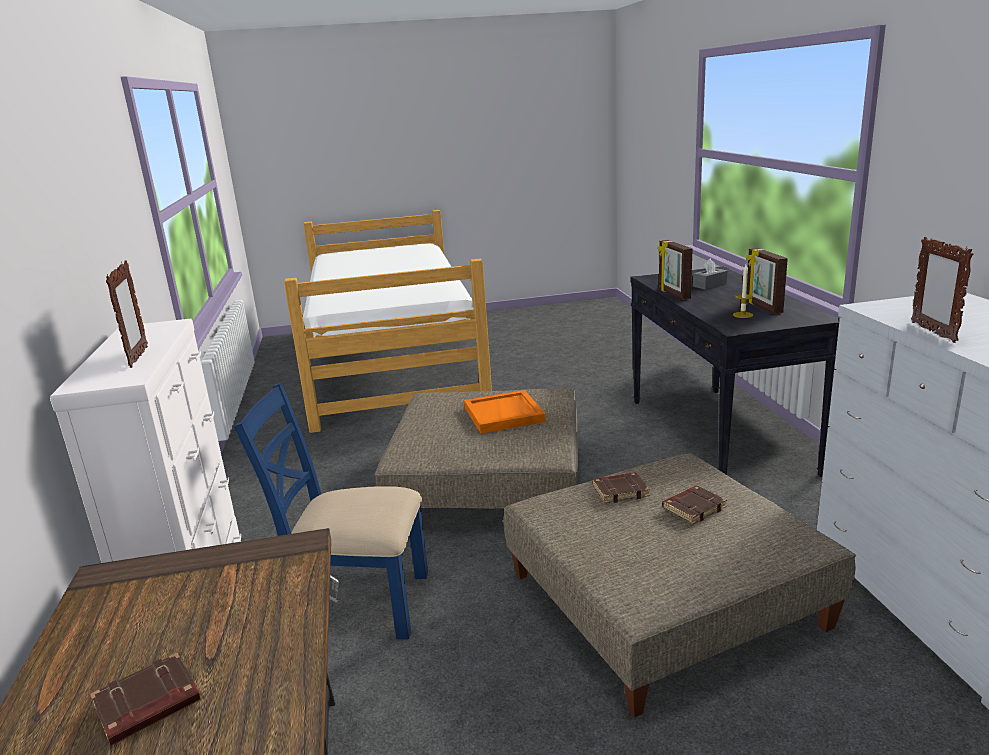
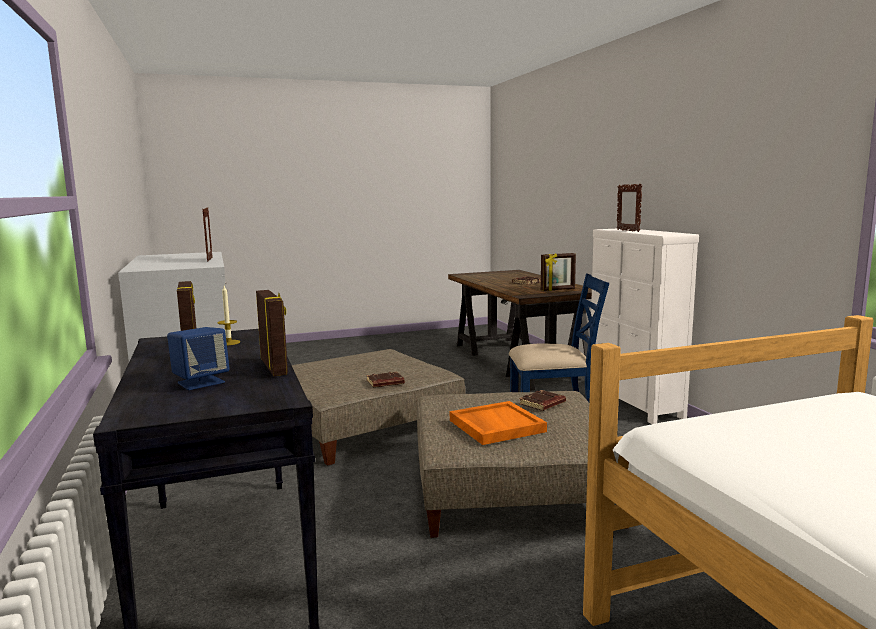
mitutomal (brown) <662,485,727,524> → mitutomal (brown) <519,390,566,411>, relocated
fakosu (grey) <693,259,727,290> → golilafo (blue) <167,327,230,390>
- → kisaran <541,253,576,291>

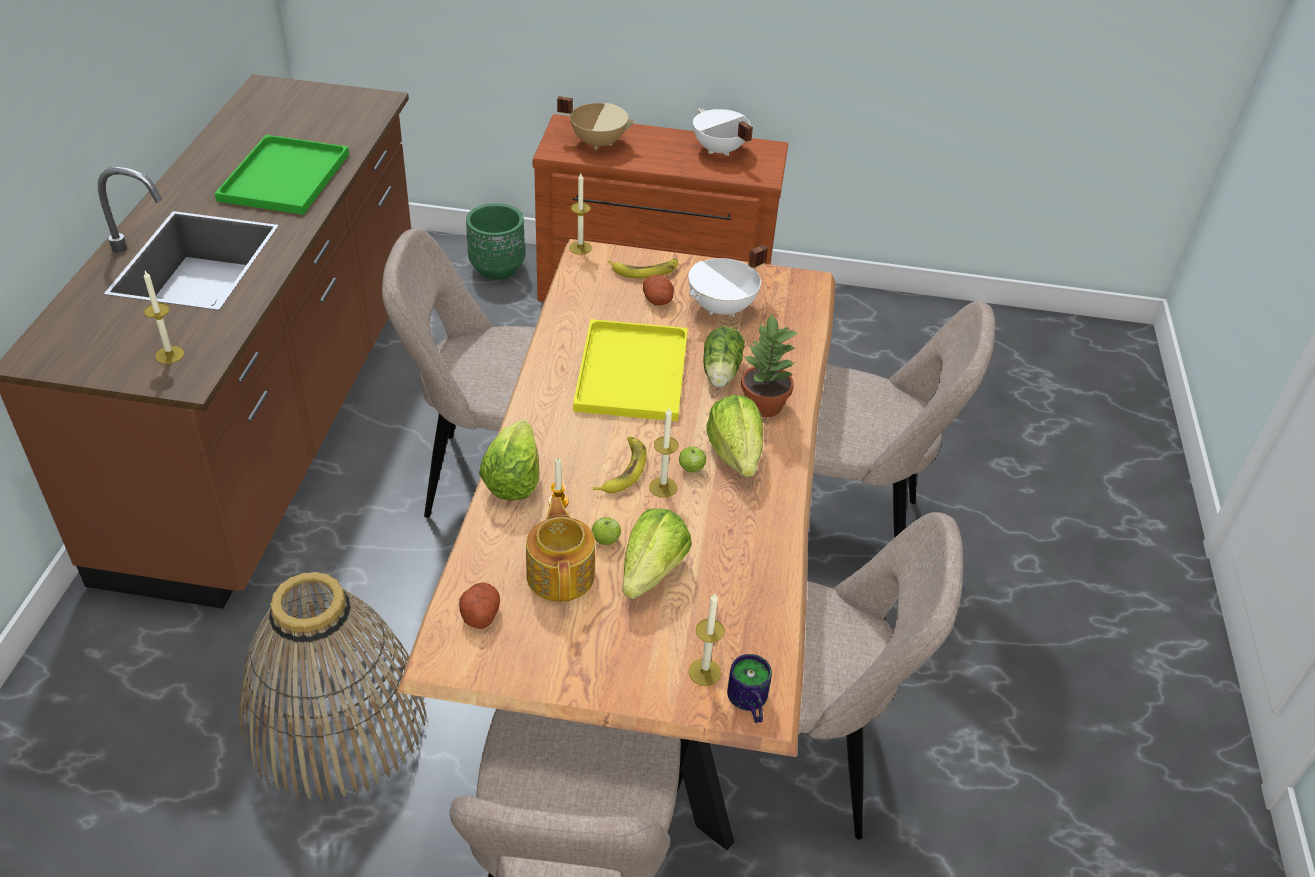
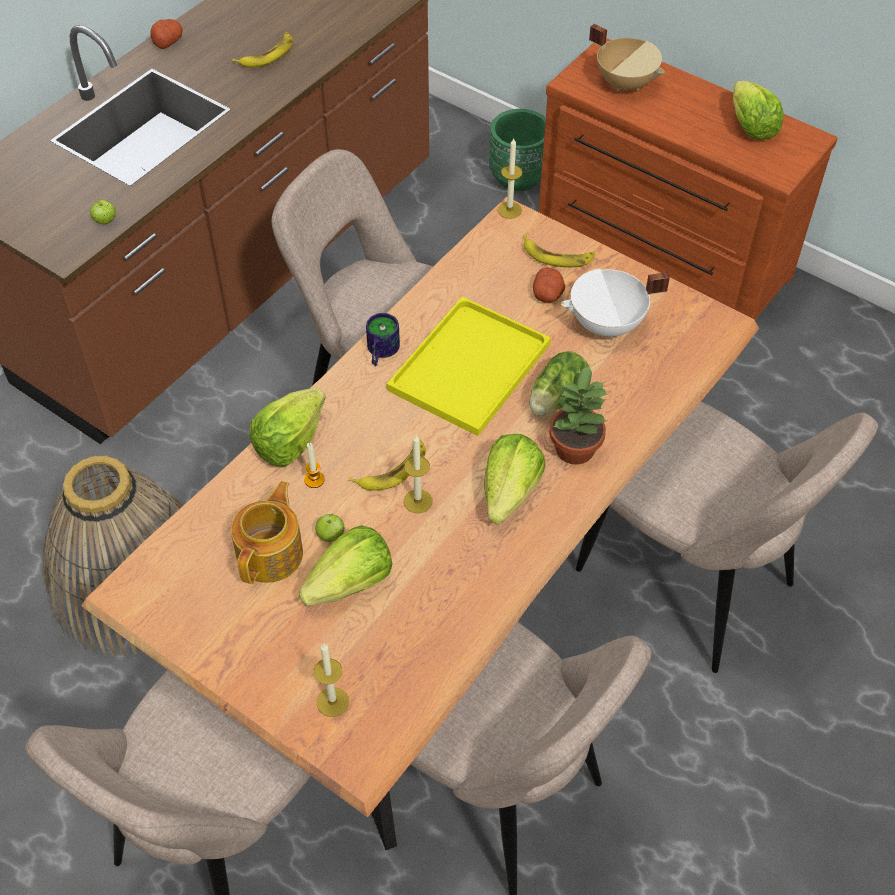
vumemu <144,271,184,364> → -
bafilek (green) <215,135,349,215> → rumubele <232,32,293,68>
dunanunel <459,582,500,629> → dunanunel <150,19,183,49>, relocated
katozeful <679,446,706,472> → katozeful <90,200,116,224>, relocated
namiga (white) <693,108,753,156> → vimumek <733,80,784,140>
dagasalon <727,654,772,723> → dagasalon <366,313,400,366>, relocated

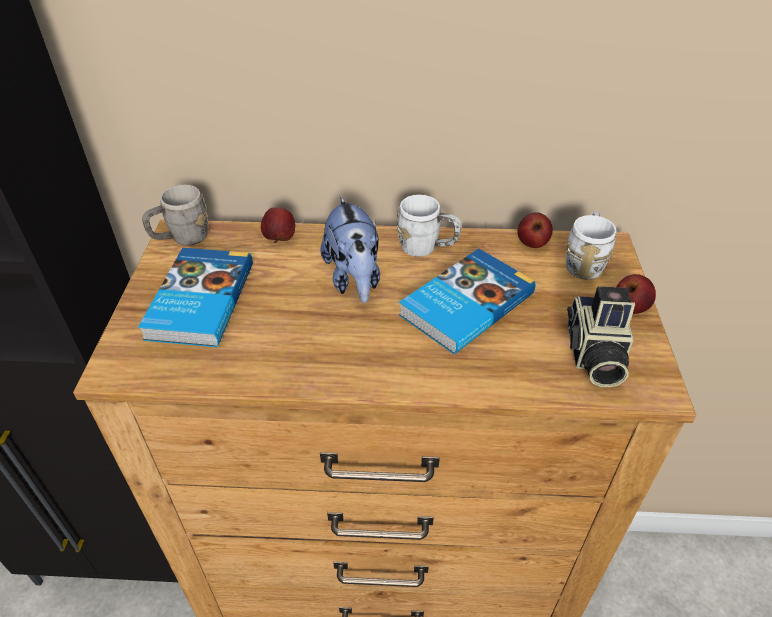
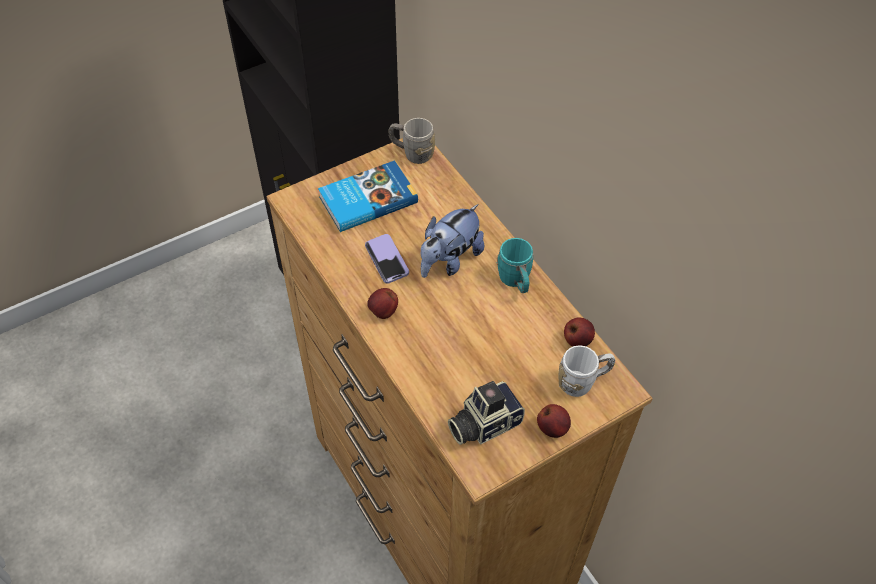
katozeful <261,207,295,243> → katozeful <367,288,398,319>, relocated
dagasalon (white) <397,195,461,257> → dagasalon (turquoise) <497,238,533,293>
mitutomal <399,248,535,354> → -
- → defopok <365,234,409,284>

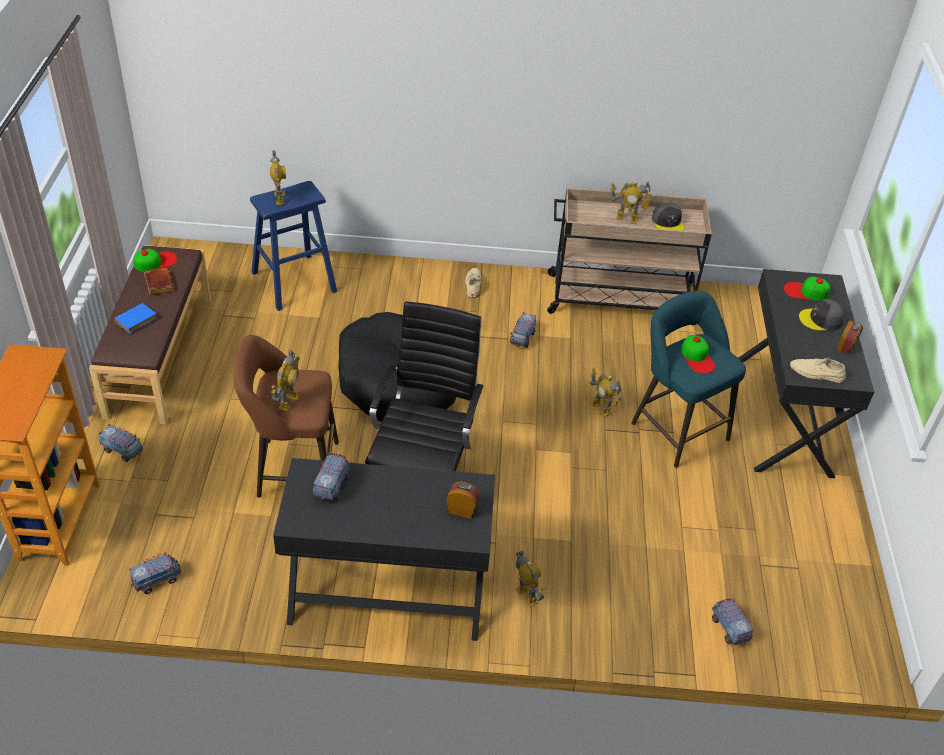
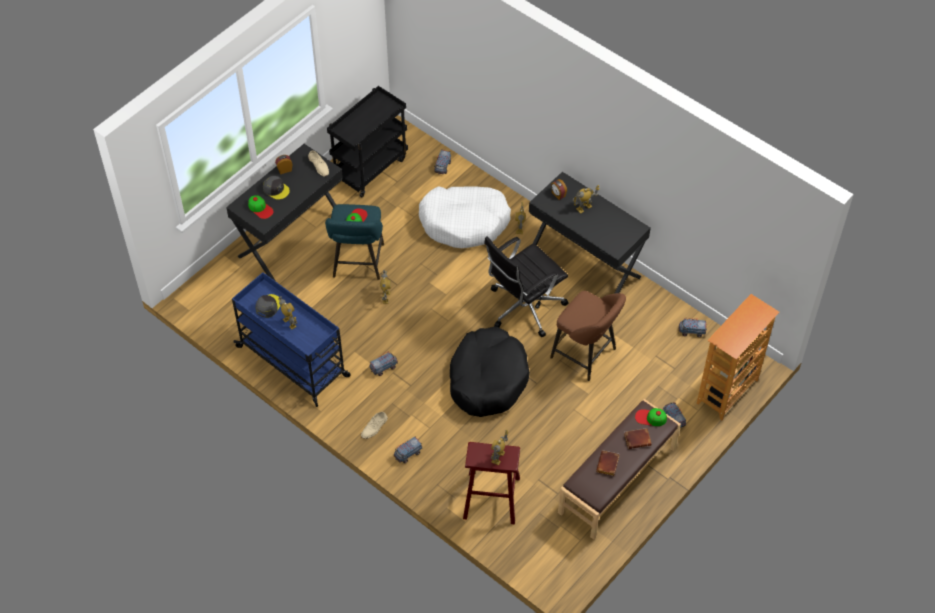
mitutomal (blue) <114,303,158,333> → mitutomal (brown) <624,428,651,449>
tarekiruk <133,249,177,272> → tarekiruk <635,408,667,426>, relocated
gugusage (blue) <250,181,337,311> → gugusage (red) <463,442,520,524>
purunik <271,350,300,412> → purunik <572,185,600,214>, relocated
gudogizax <313,452,350,501> → gudogizax <394,436,422,463>, relocated
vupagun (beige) <547,188,712,326> → vupagun (blue) <232,272,351,407>
- → vupagun (black) <327,86,408,198>
- → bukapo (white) <419,186,511,248>

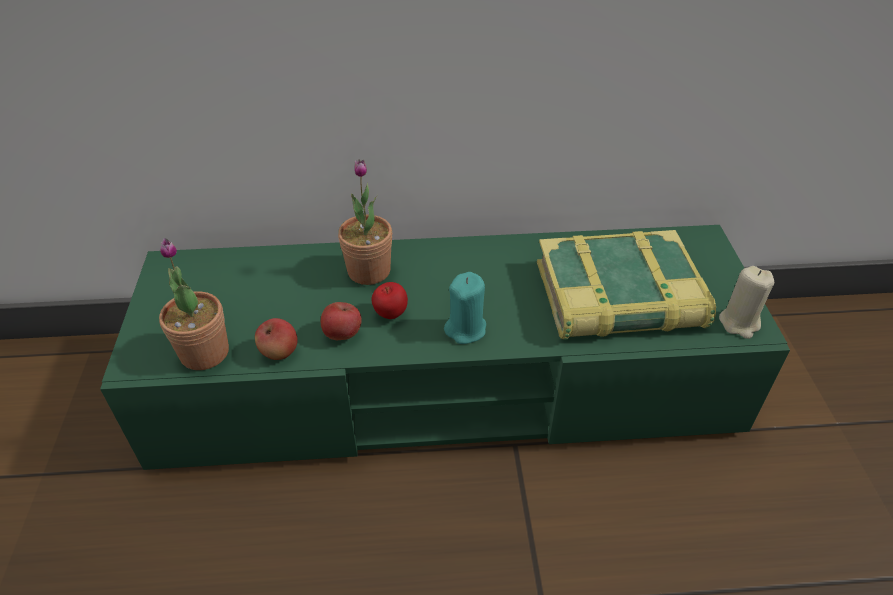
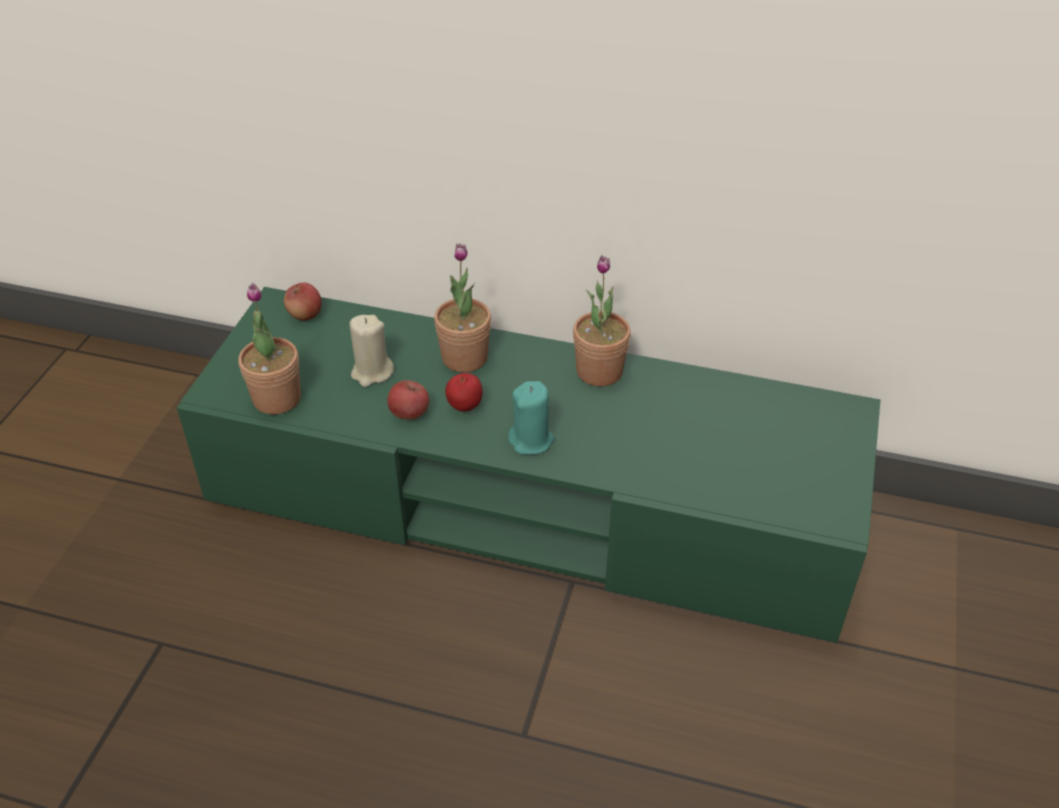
katozeful <255,318,297,360> → katozeful <284,282,322,321>, relocated
mitutomal <536,230,716,340> → -
vumemu (beige) <719,266,774,339> → vumemu (beige) <349,315,394,387>, relocated
- → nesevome <573,255,631,386>

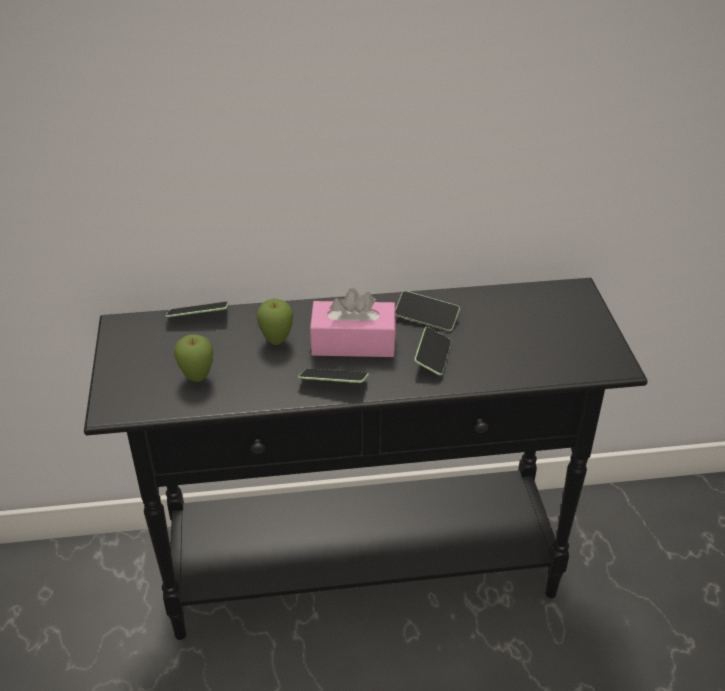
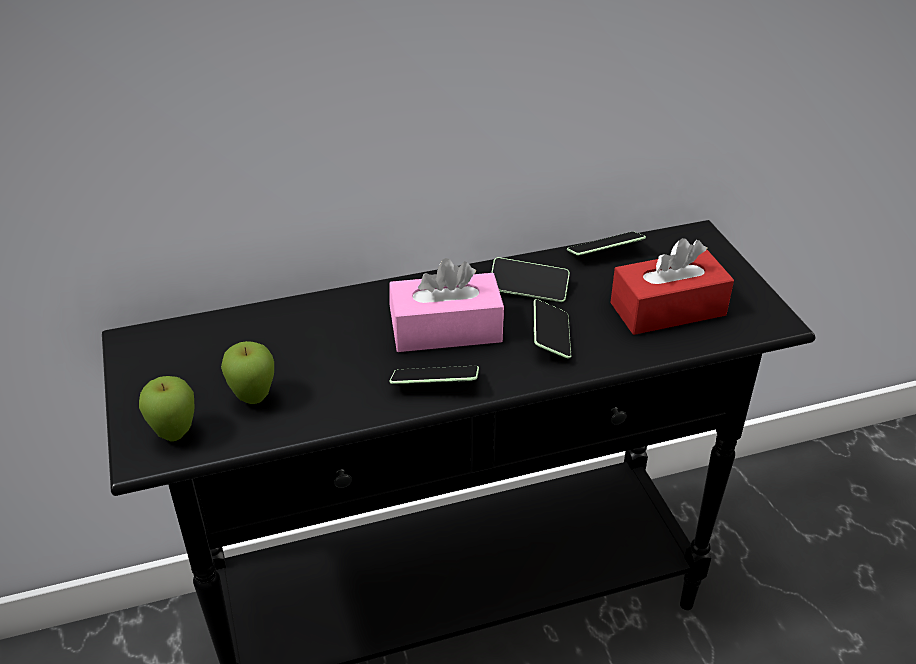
defopok <166,302,229,317> → defopok <567,232,646,255>, relocated
katozeful <257,299,293,345> → katozeful <139,376,194,442>, relocated
- → fakosu (red) <610,238,734,335>

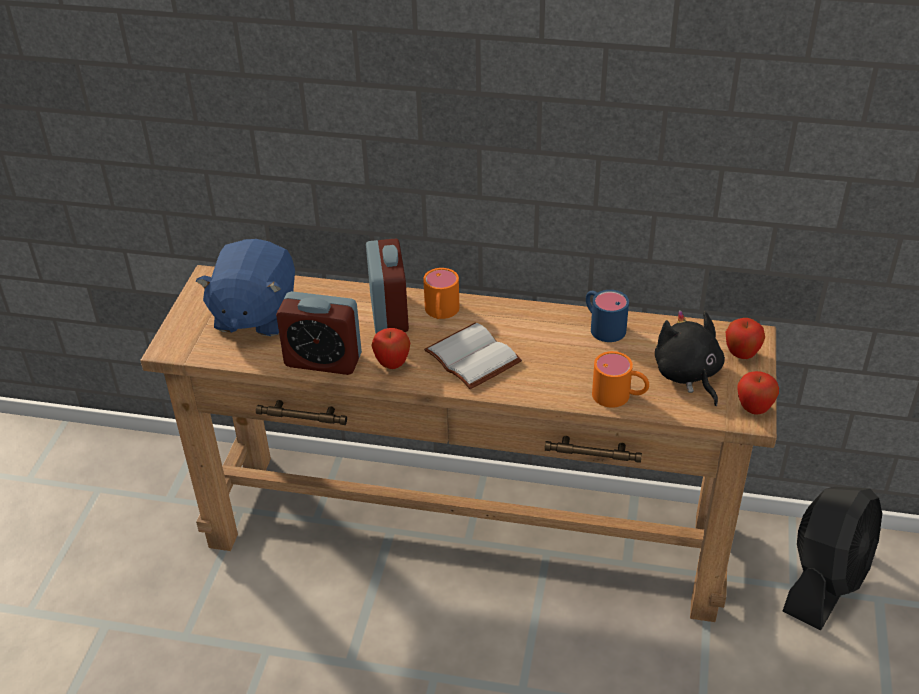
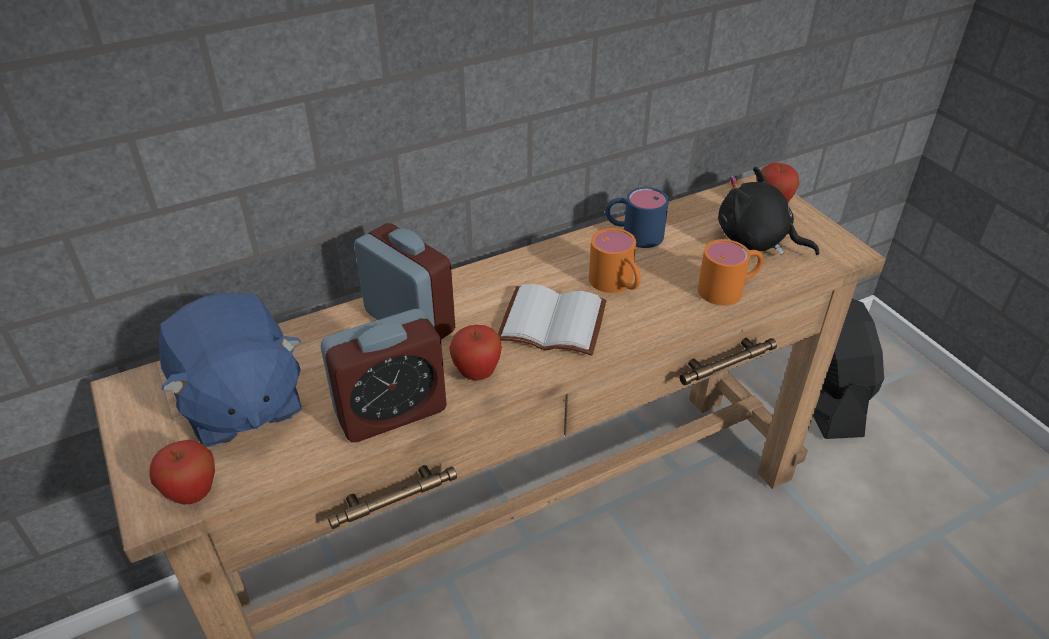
dagasalon (orange) <423,268,459,319> → dagasalon (orange) <589,228,641,293>, relocated
katozeful <737,371,779,414> → katozeful <149,440,215,504>, relocated

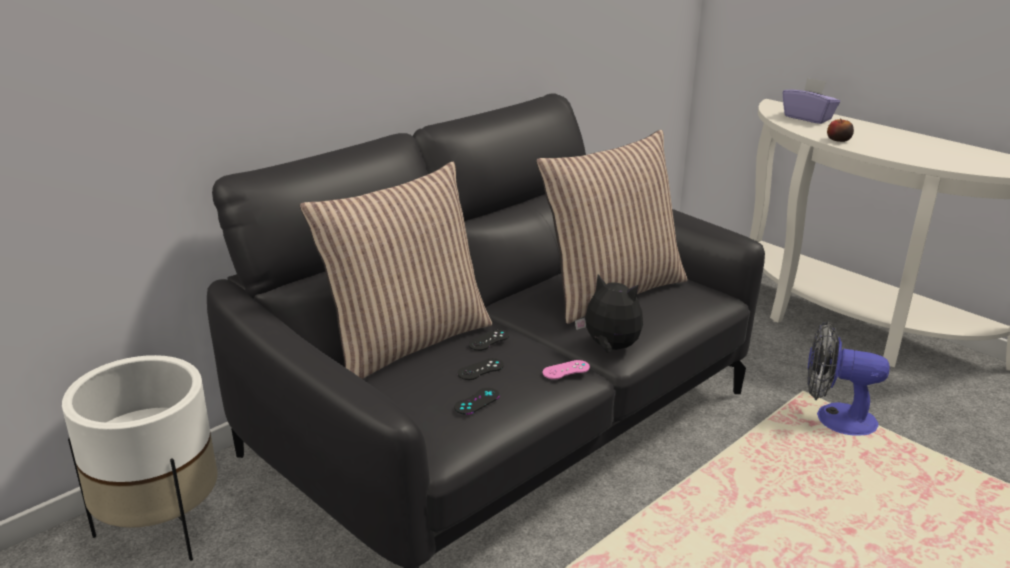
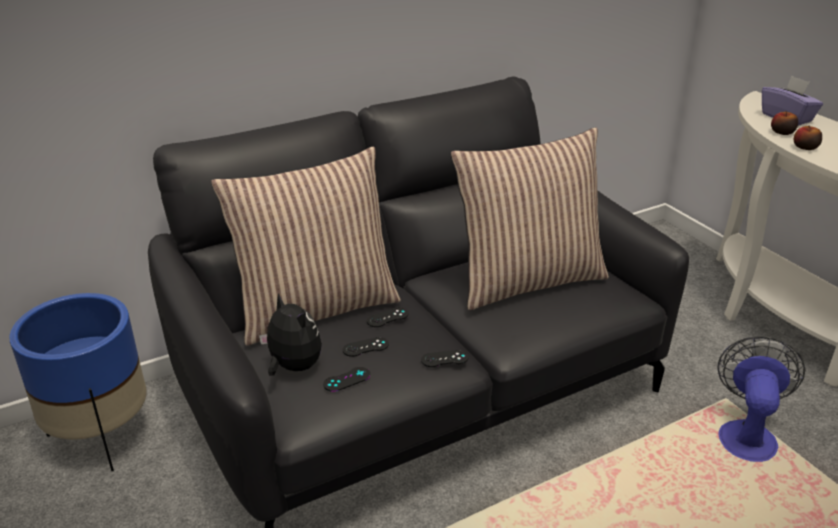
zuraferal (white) <62,355,218,561> → zuraferal (blue) <9,293,147,471>
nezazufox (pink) <543,360,590,379> → nezazufox (black) <421,350,469,367>
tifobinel <575,274,643,353> → tifobinel <259,293,322,376>, relocated
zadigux <807,321,890,436> → zadigux <717,336,805,462>, 75 degrees clockwise
- → katozeful <771,111,798,135>

